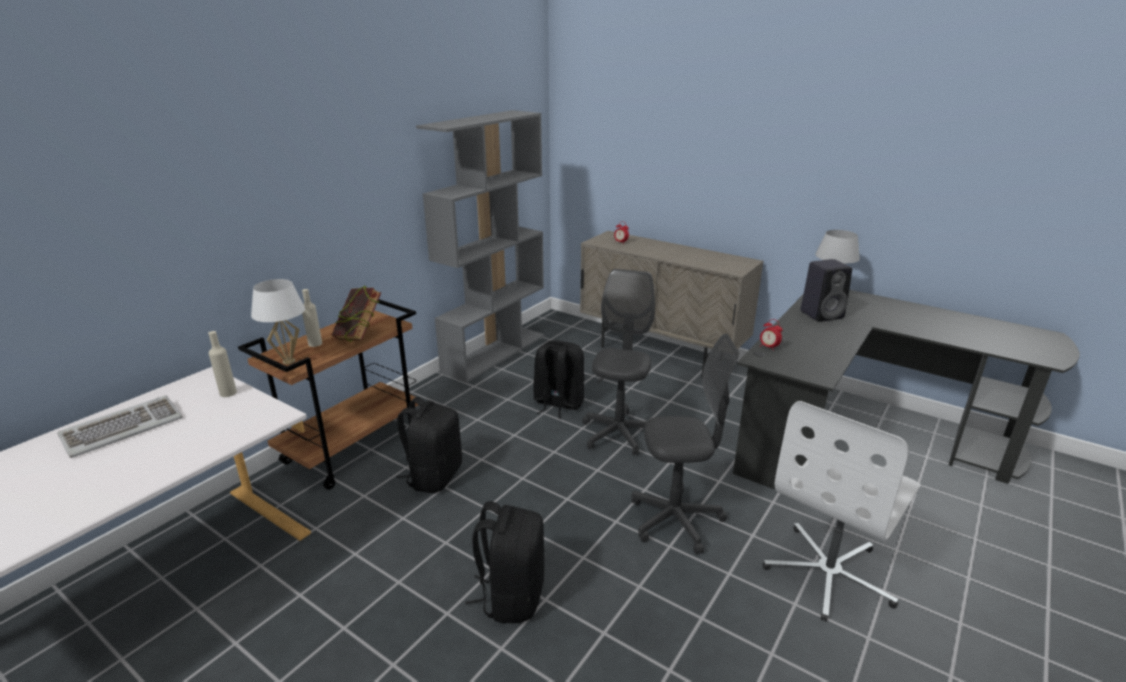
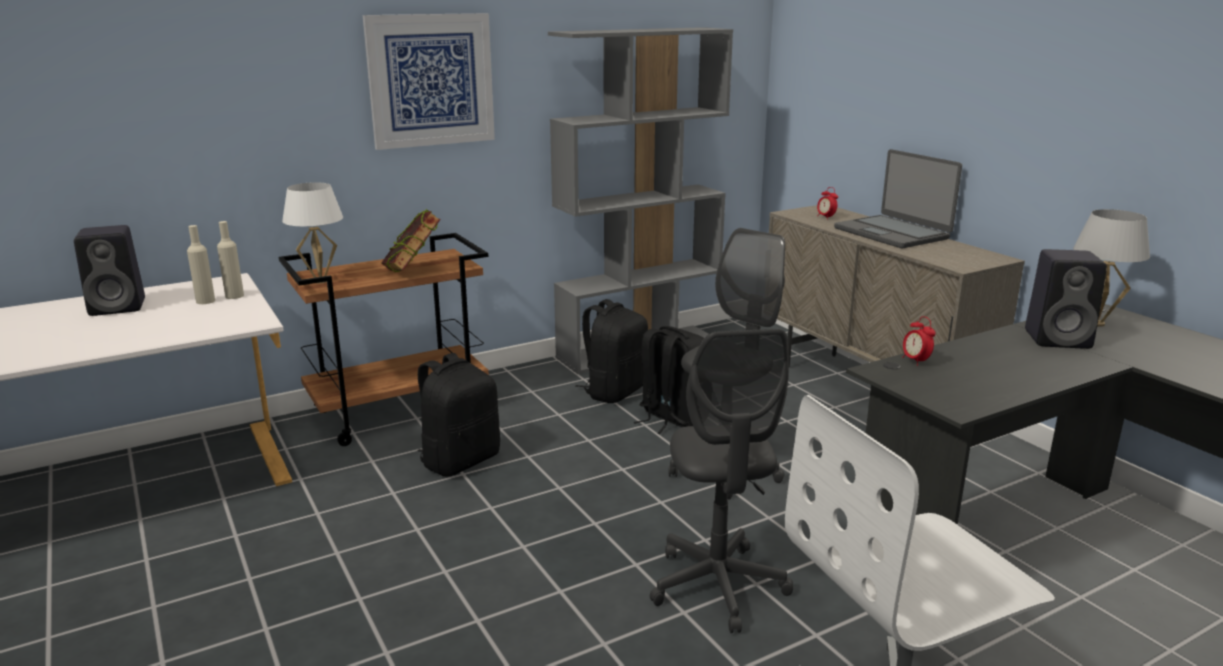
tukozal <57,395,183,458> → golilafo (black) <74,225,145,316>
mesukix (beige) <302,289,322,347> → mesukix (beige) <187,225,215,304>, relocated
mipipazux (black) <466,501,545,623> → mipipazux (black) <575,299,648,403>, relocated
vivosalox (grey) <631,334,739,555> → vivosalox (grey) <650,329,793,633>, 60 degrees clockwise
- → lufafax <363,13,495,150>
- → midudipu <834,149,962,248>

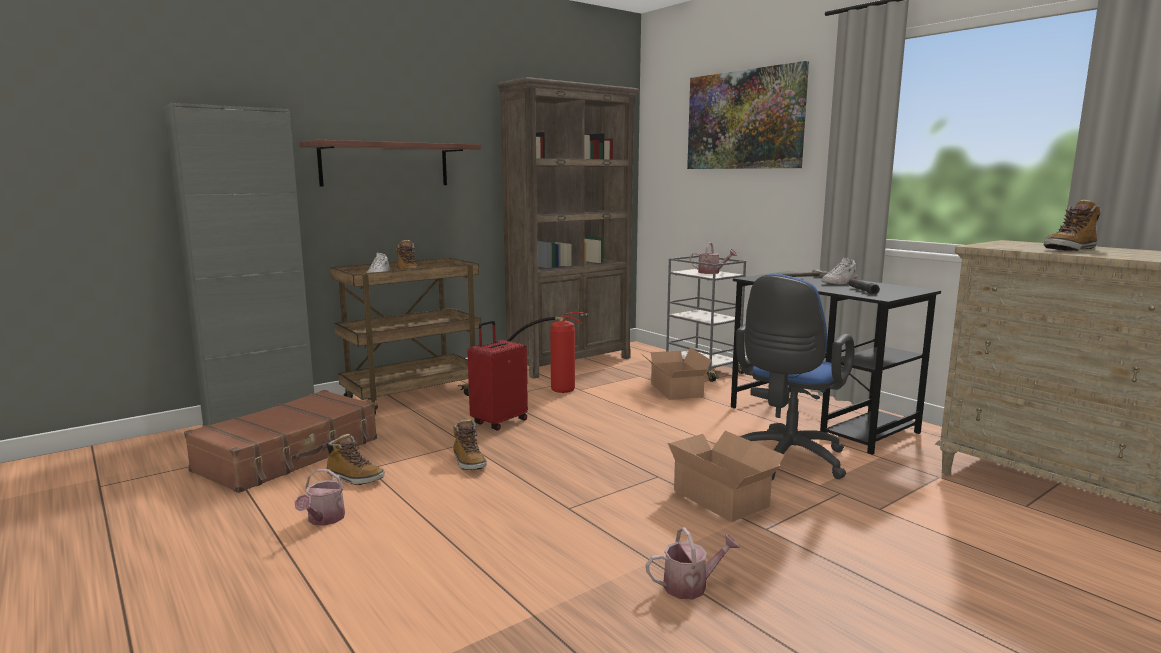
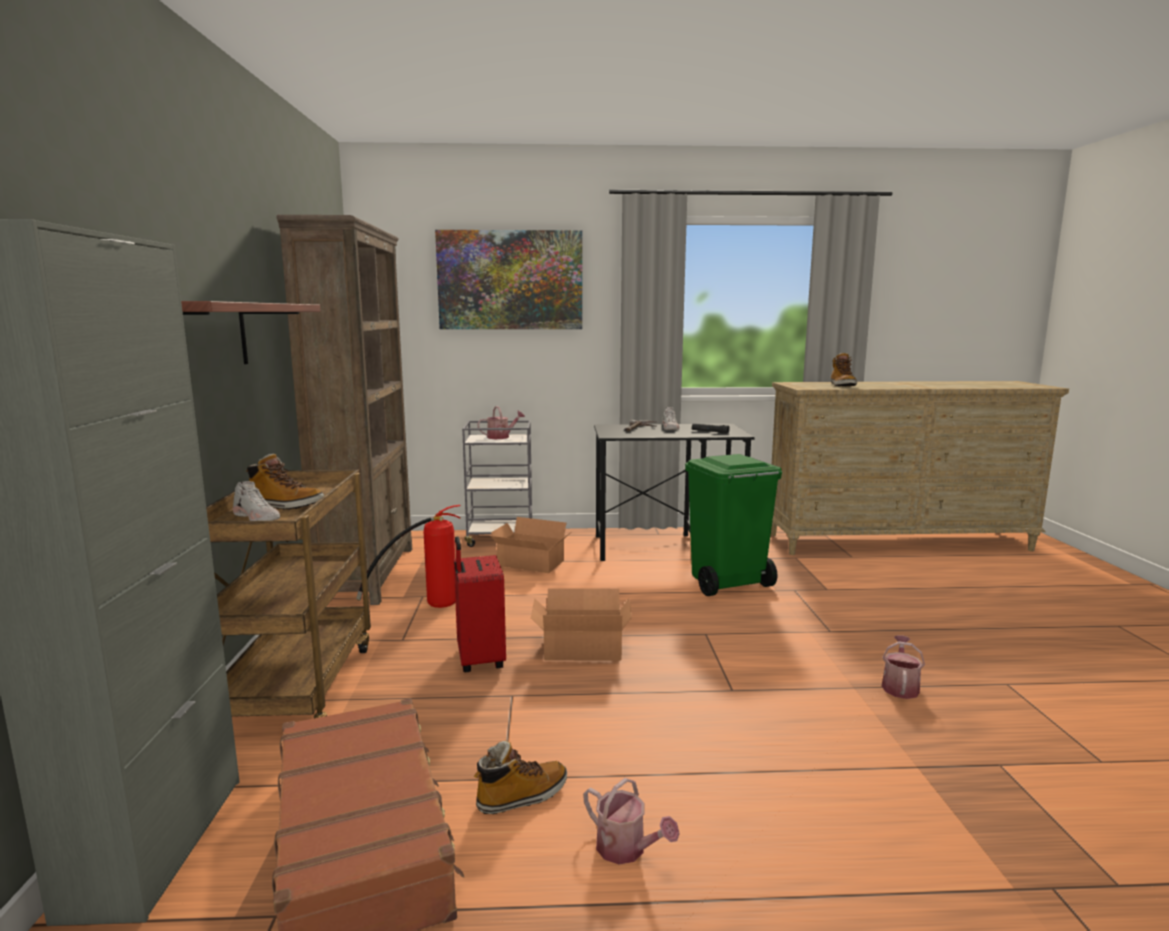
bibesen <453,419,487,470> → -
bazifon <668,431,785,522> → bazifon <531,588,632,661>, relocated
vivosalox (blue) <736,274,854,480> → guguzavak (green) <685,454,782,596>

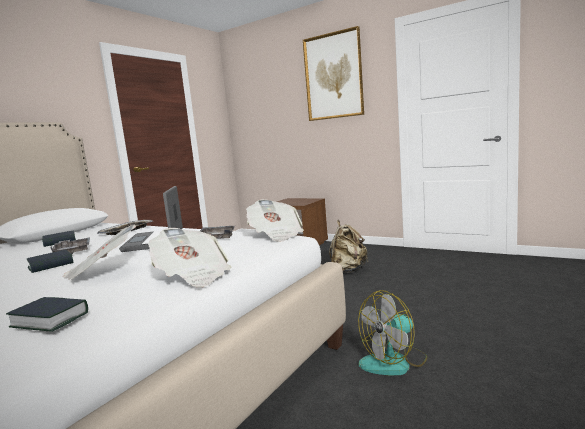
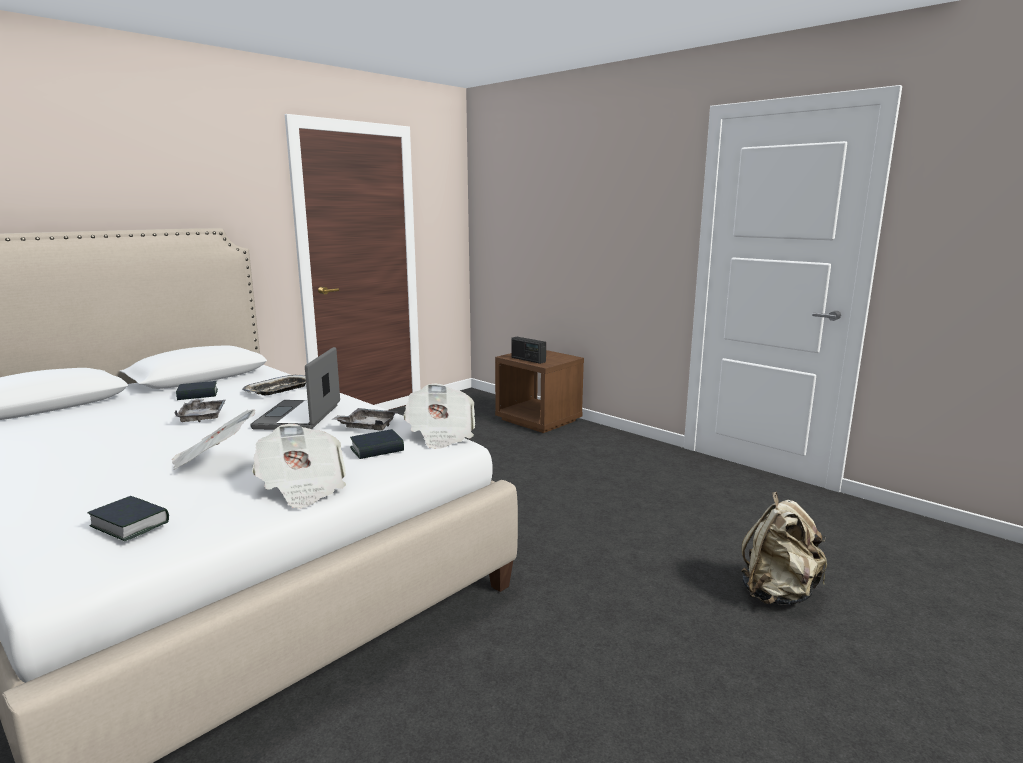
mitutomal <27,250,74,273> → mitutomal <350,429,404,459>, relocated
lufafax <303,26,364,121> → -
mipipazux (beige) <329,220,368,273> → mipipazux (beige) <741,492,827,605>, relocated
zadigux <358,290,427,375> → -
- → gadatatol <511,337,546,364>

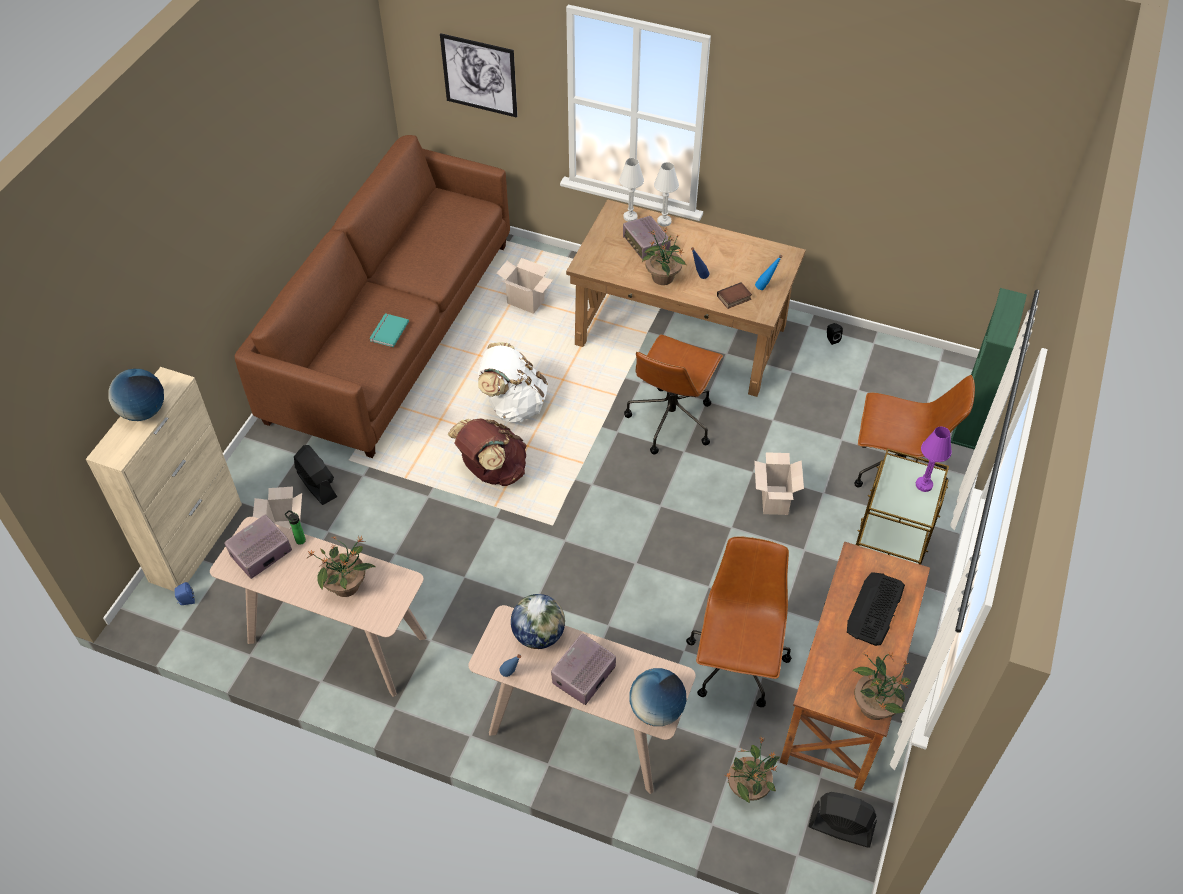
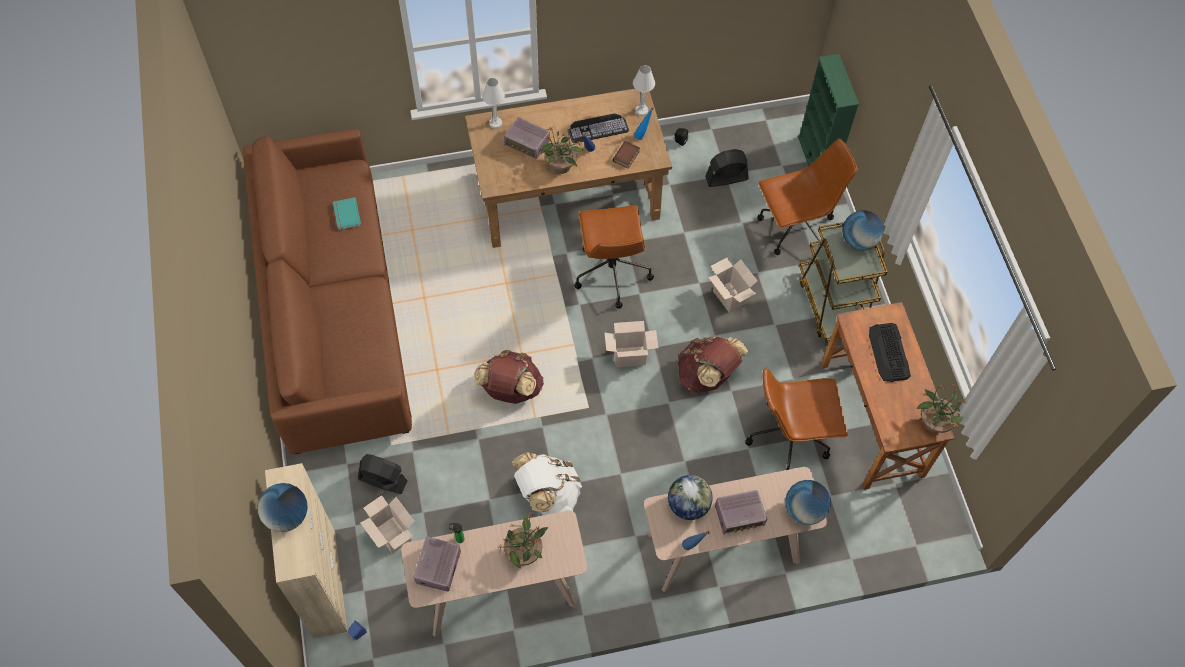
mitutomal (turquoise) <369,313,409,347> → mitutomal (turquoise) <333,198,361,230>, relocated
lufafax <440,33,517,118> → -
mipipazux (white) <478,342,548,423> → mipipazux (white) <512,452,582,515>, relocated
bazifon <496,258,553,314> → bazifon <604,321,658,367>, relocated
gadatatol <551,633,616,705> → gadatatol <715,490,767,534>, 105 degrees counterclockwise
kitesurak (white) <654,162,679,226> → kitesurak (white) <633,65,655,116>, relocated
vivosalox (brown) <686,536,792,707> → vivosalox (brown) <745,367,848,471>, 75 degrees counterclockwise
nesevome <725,737,780,803> → -
zadigux (black) <808,792,877,847> → zadigux (black) <705,149,749,187>, relocated
kitesurak (purple) <916,427,952,492> → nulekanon <842,210,884,250>
- → tukozal <568,113,629,143>
- → mipipazux (brown) <678,336,748,393>

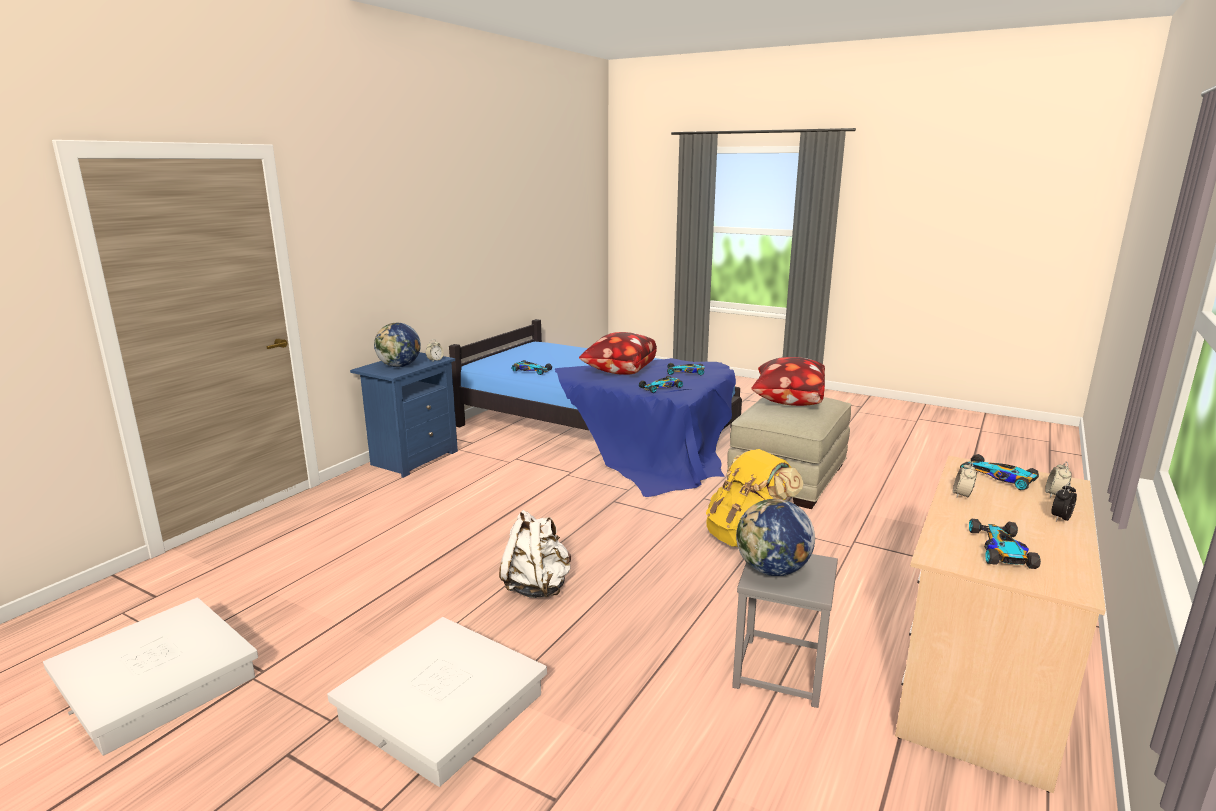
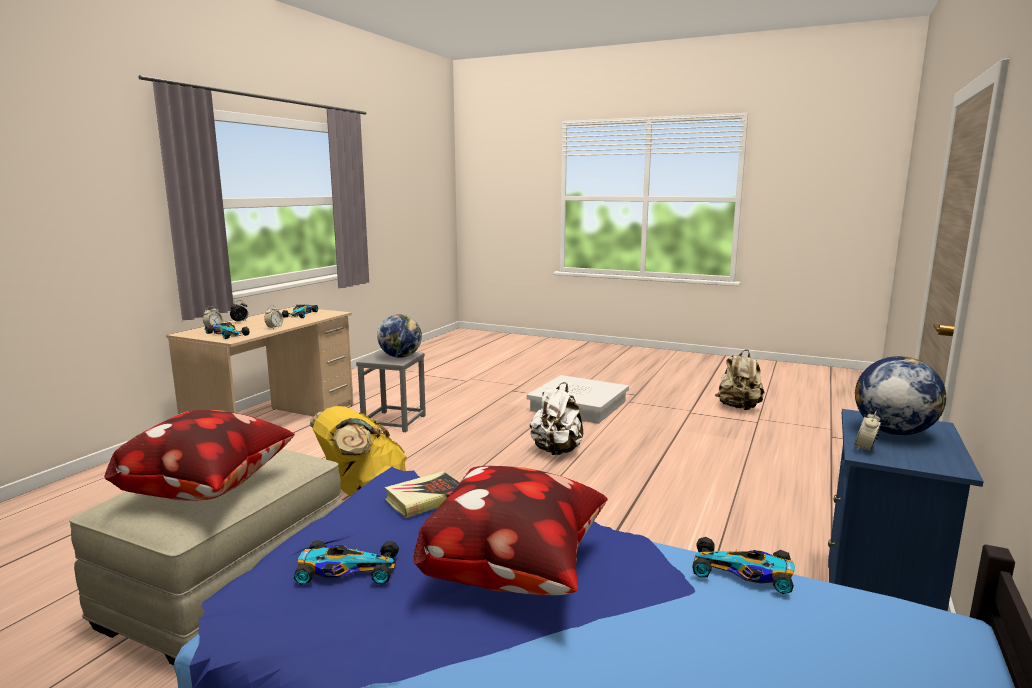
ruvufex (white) <43,598,258,756> → mipipazux (beige) <715,350,764,410>
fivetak <639,376,683,393> → mitutomal <385,471,460,518>

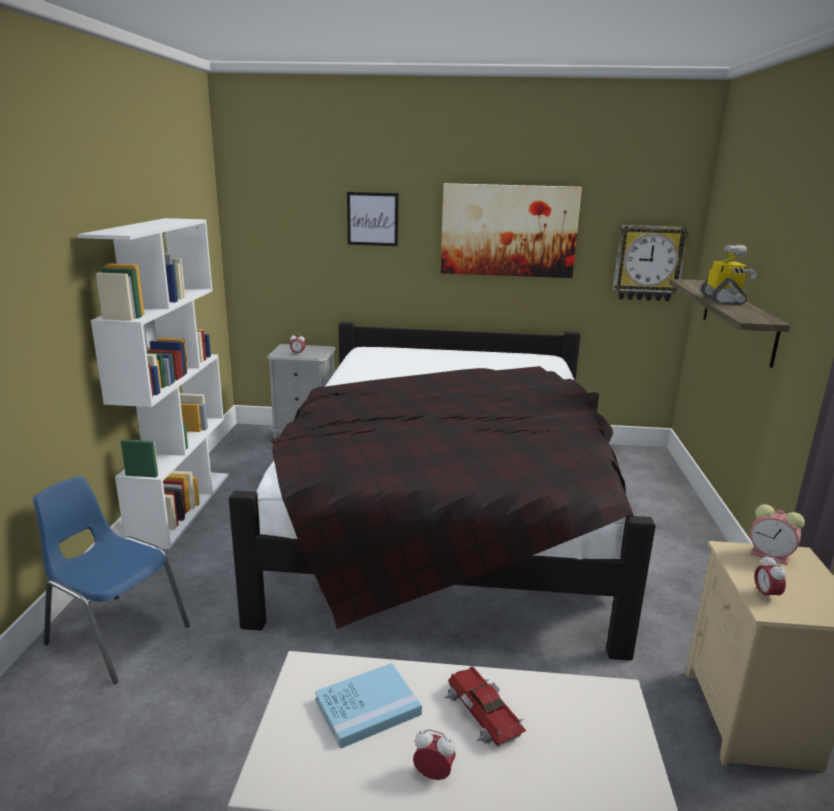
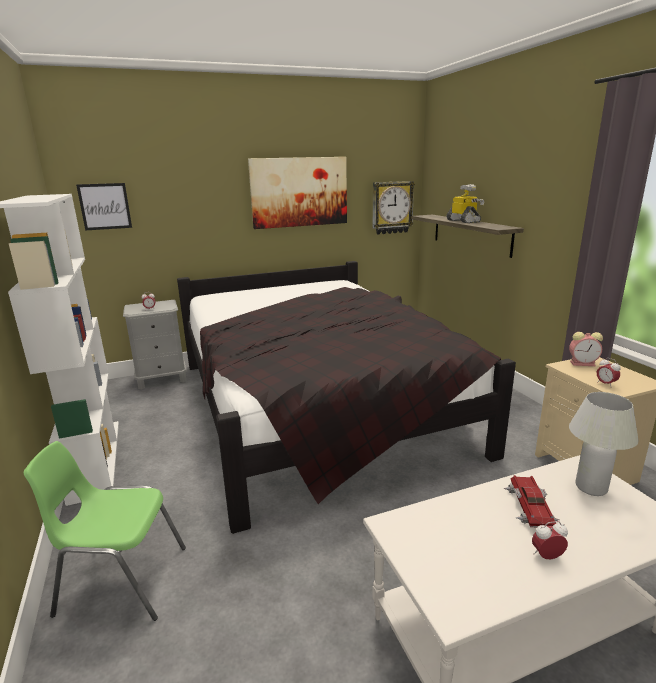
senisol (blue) <33,476,190,684> → senisol (green) <24,441,186,621>
mitutomal (blue) <315,663,422,749> → -
lufafax <347,192,399,246> → lufafax <76,183,132,231>, relocated
fivetak <444,666,526,747> → fivetak <503,475,560,527>, 60 degrees clockwise
- → kitesurak (white) <569,392,639,496>

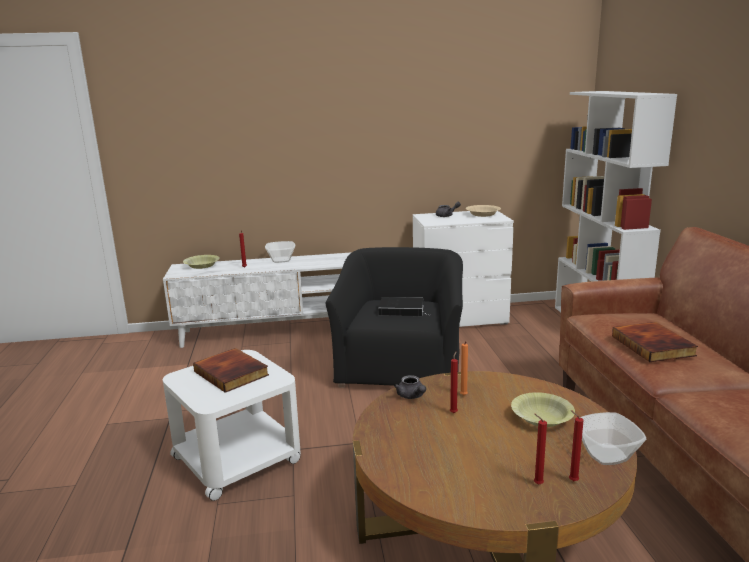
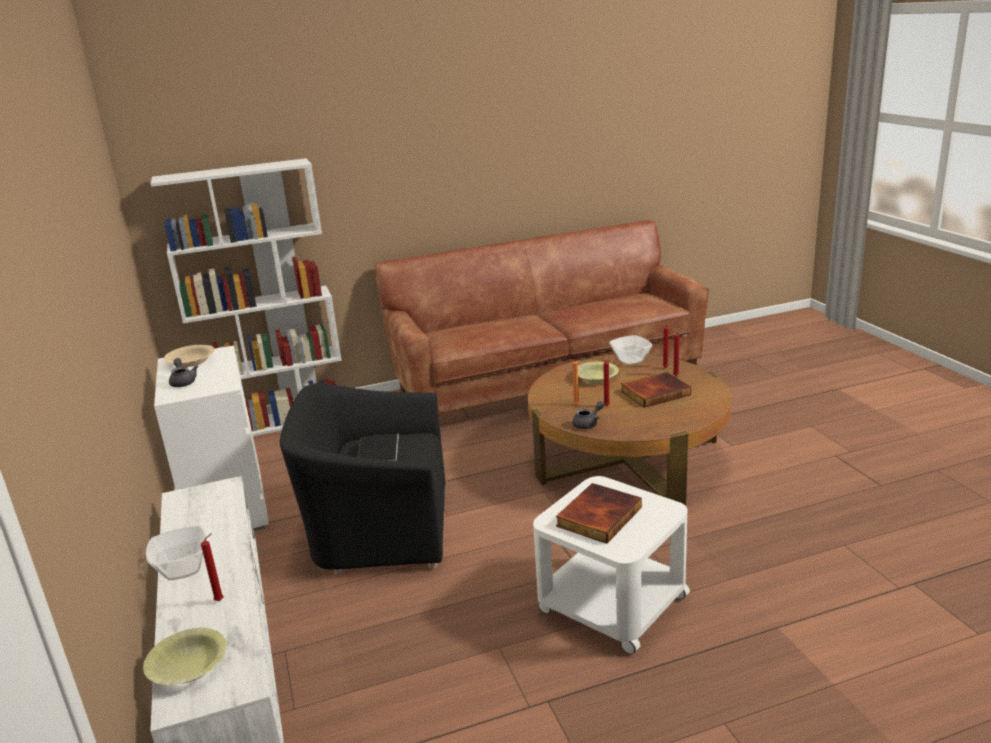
mitutomal <612,322,698,362> → mitutomal <621,372,691,408>, relocated

